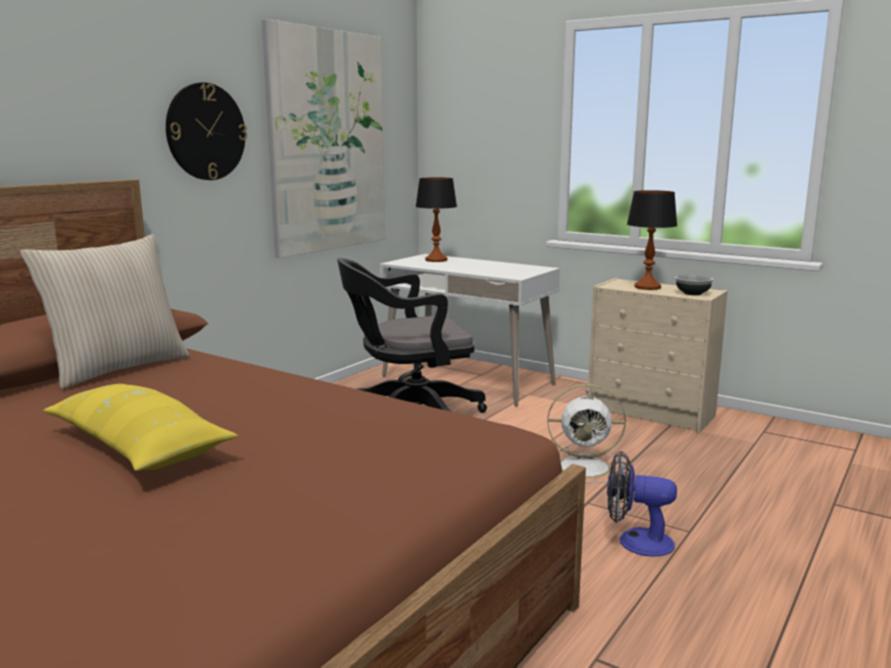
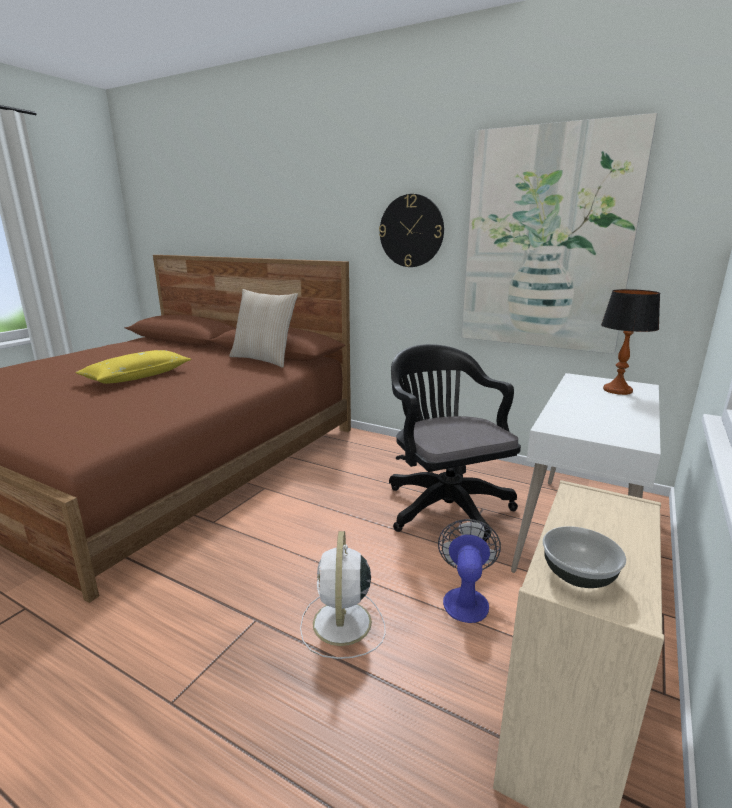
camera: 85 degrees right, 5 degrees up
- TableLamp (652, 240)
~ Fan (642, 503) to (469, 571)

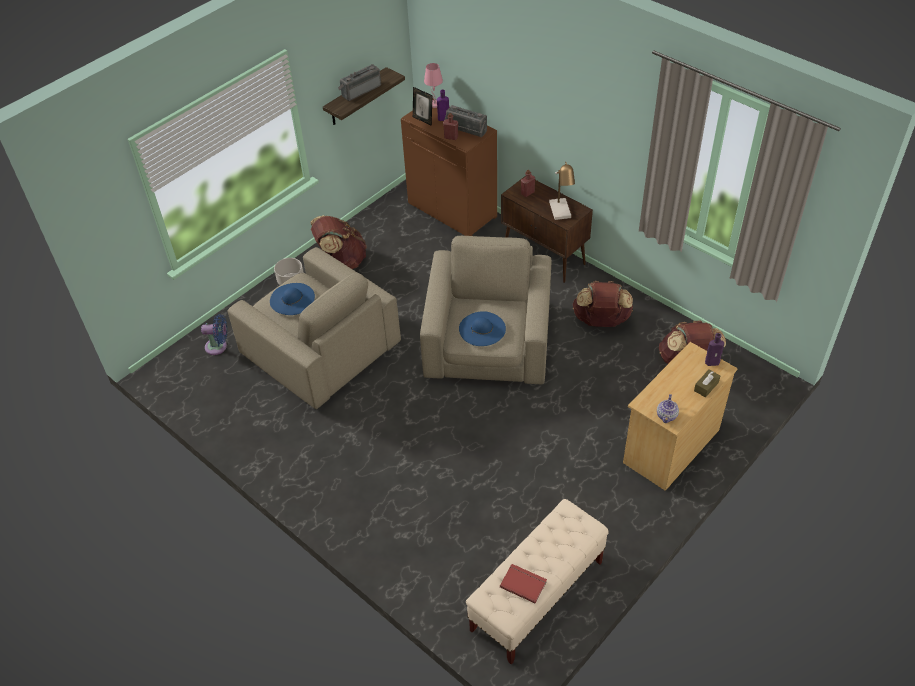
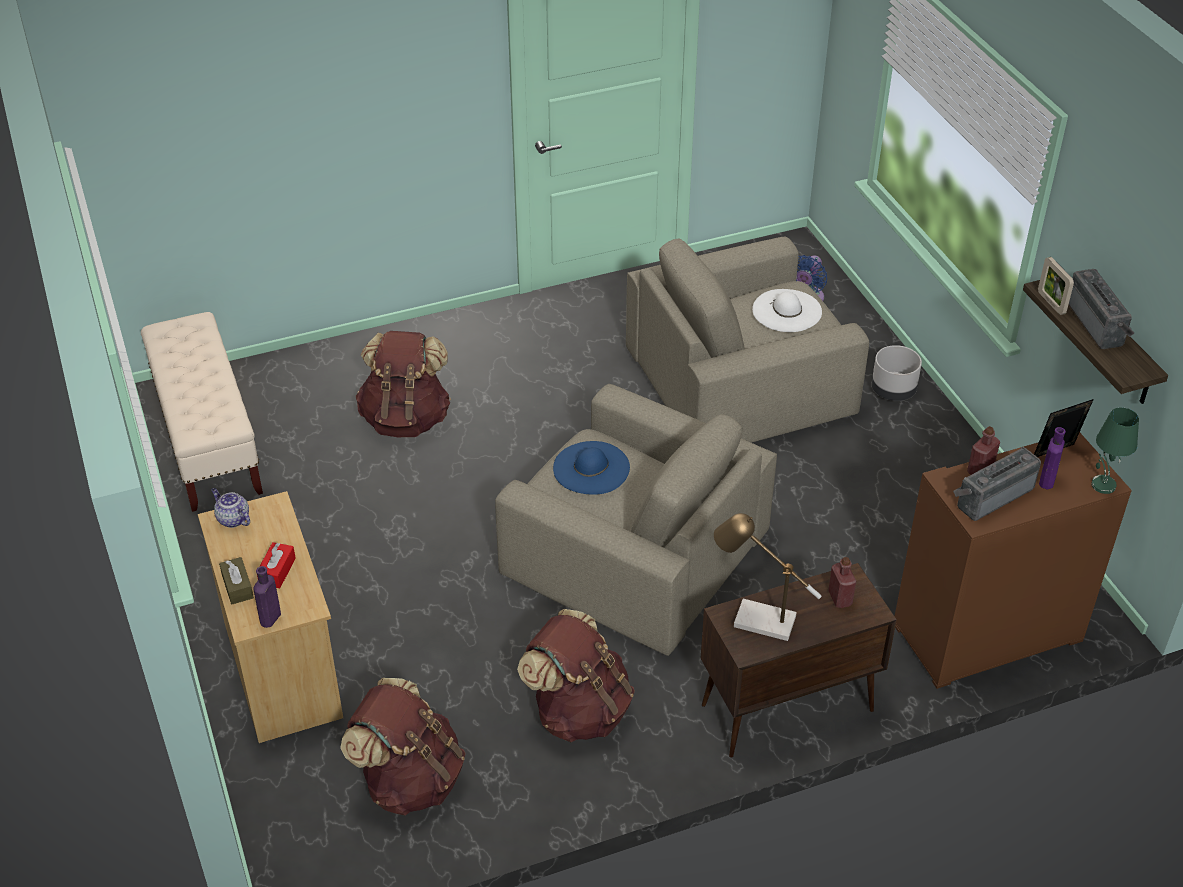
camera: 115 degrees right, 5 degrees down
- RedBook (523, 583)
+ RedTissueBox (276, 565)
+ PictureFrame (1056, 286)
~ BrownBackpack (338, 242) to (403, 384)
~ BlueHat (292, 299) to WhiteHat (787, 310)
~ PinkTableLamp (433, 85) to GreenTableLamp (1115, 450)

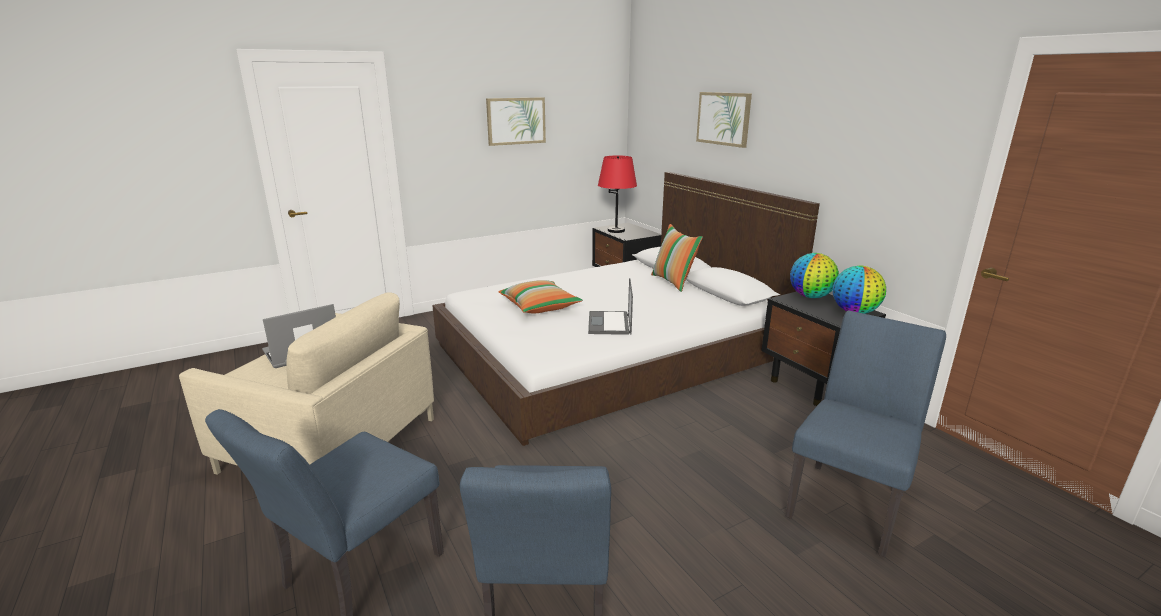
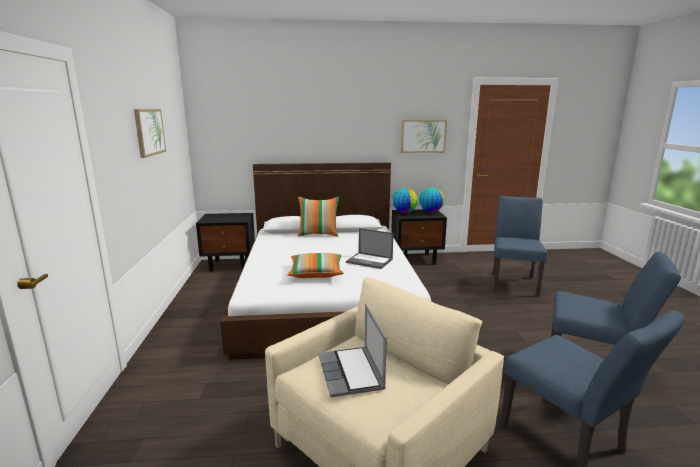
camera: 65 degrees left, 5 degrees down
- RedTableLamp (617, 194)
~ Picture (724, 120) to (424, 136)
~ BlueChair (865, 434) = (520, 246) 45 degrees clockwise

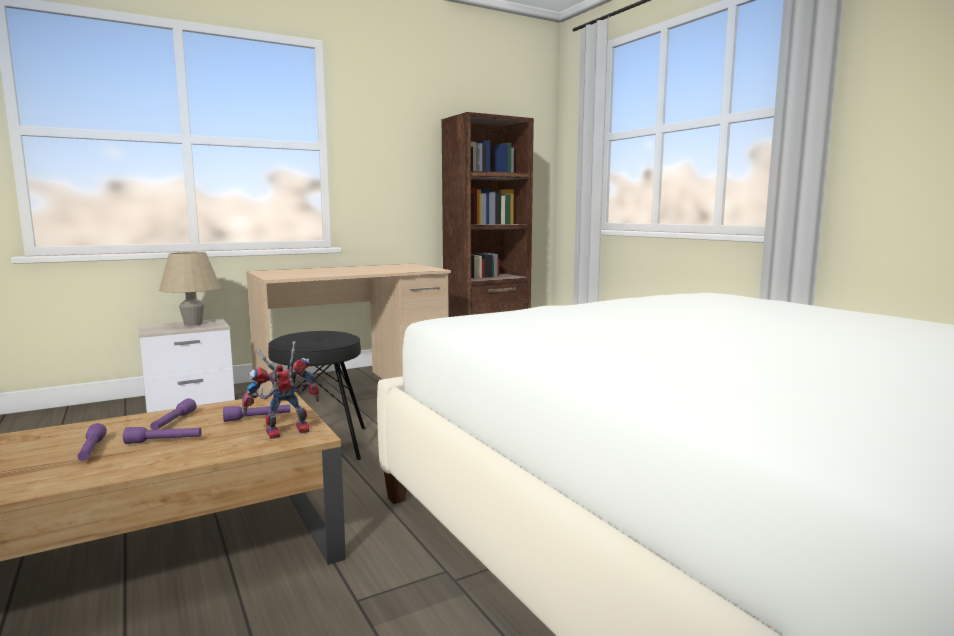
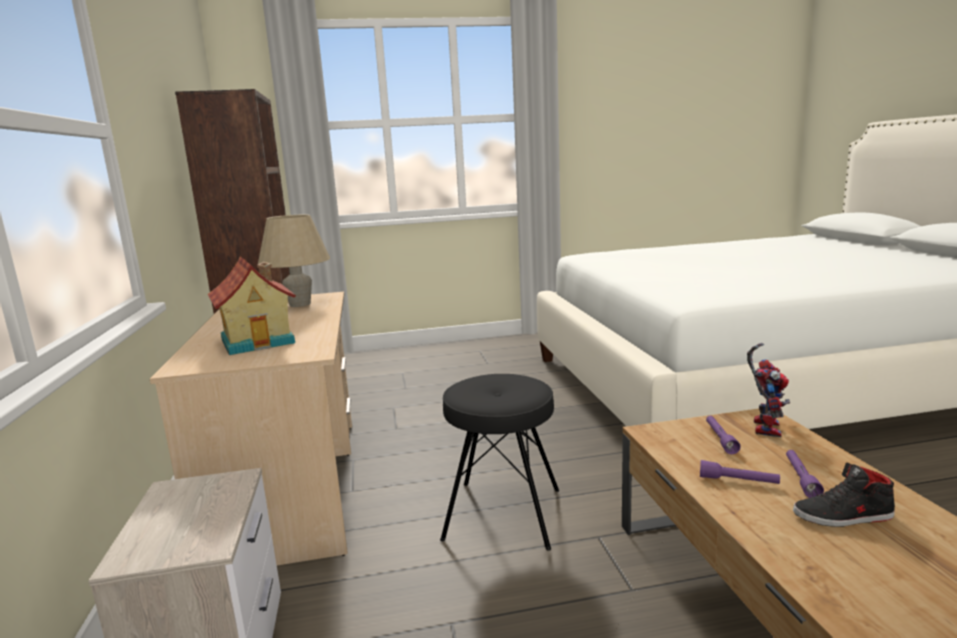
camera: 70 degrees left, 5 degrees up
+ ToyHouse (252, 305)
~ BeigeTableLamp (190, 289) to (294, 260)
~ PurpleFlashlight (92, 442) to BlackShoe (844, 494)
~ ToyRobot (280, 390) = (768, 390) 150 degrees counterclockwise

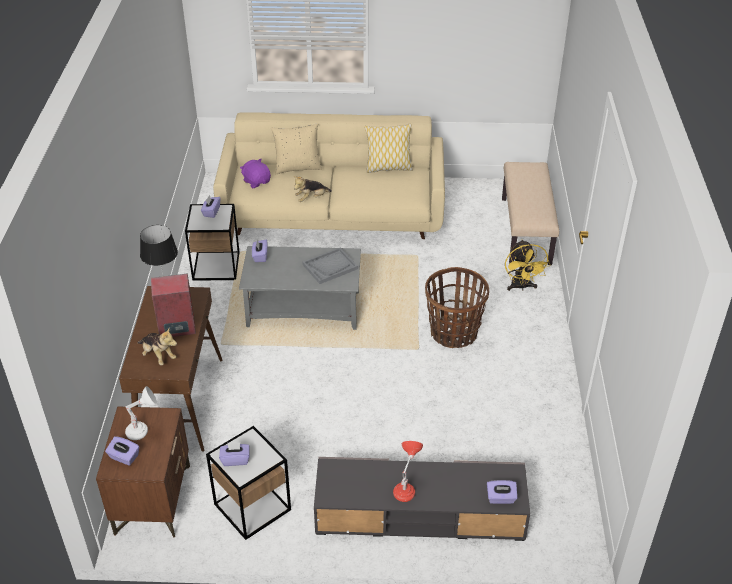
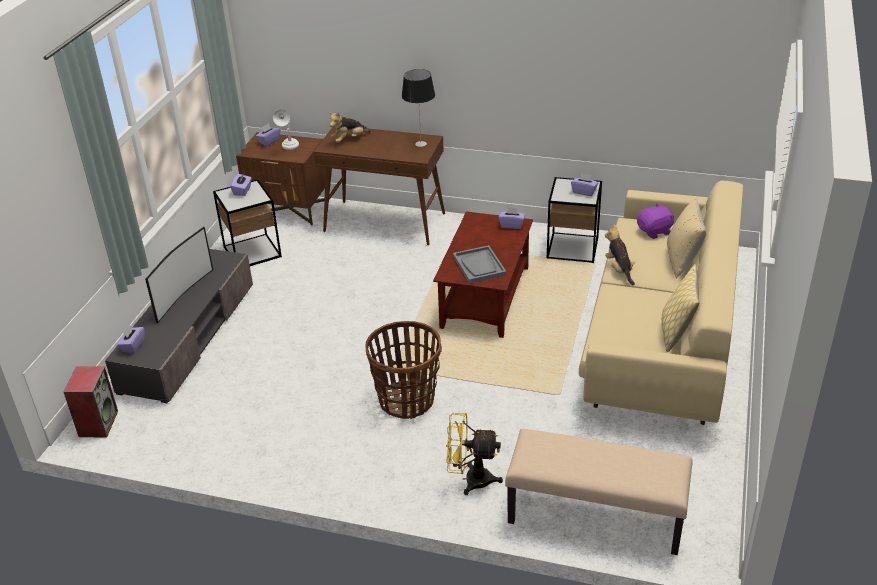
camera: 105 degrees right, 5 degrees down
~ Speaker (173, 305) to (91, 401)
~ RedTableLamp (408, 471) to Television (179, 275)
~ GreyCoffeeTable (300, 288) to BrownCoffeeTable (483, 275)

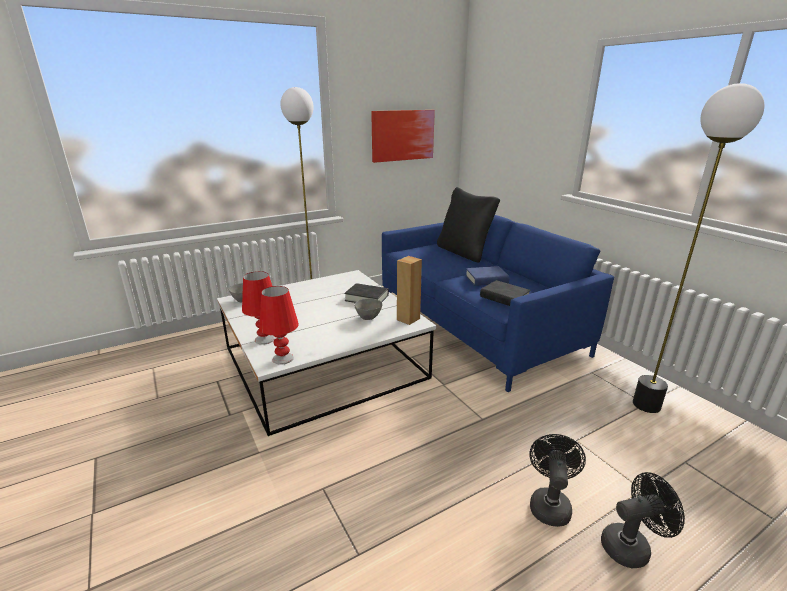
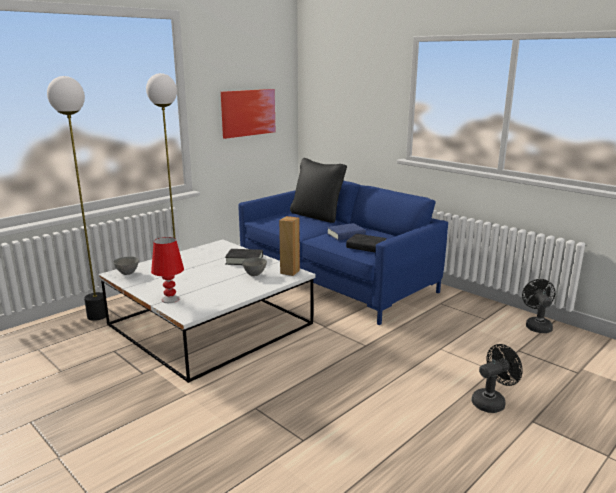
camera: 15 degrees left, 5 degrees down
- RedTableLamp (279, 325)
~ BlackFan (557, 480) to (539, 306)
~ FloorLamp (698, 248) to (76, 198)

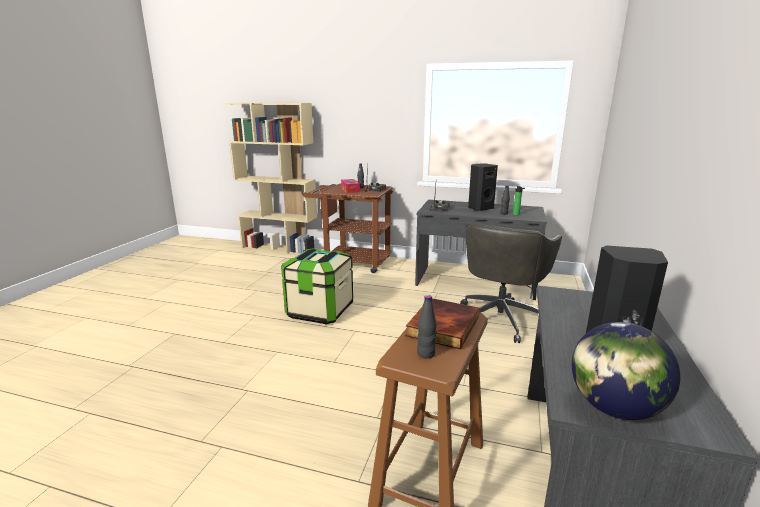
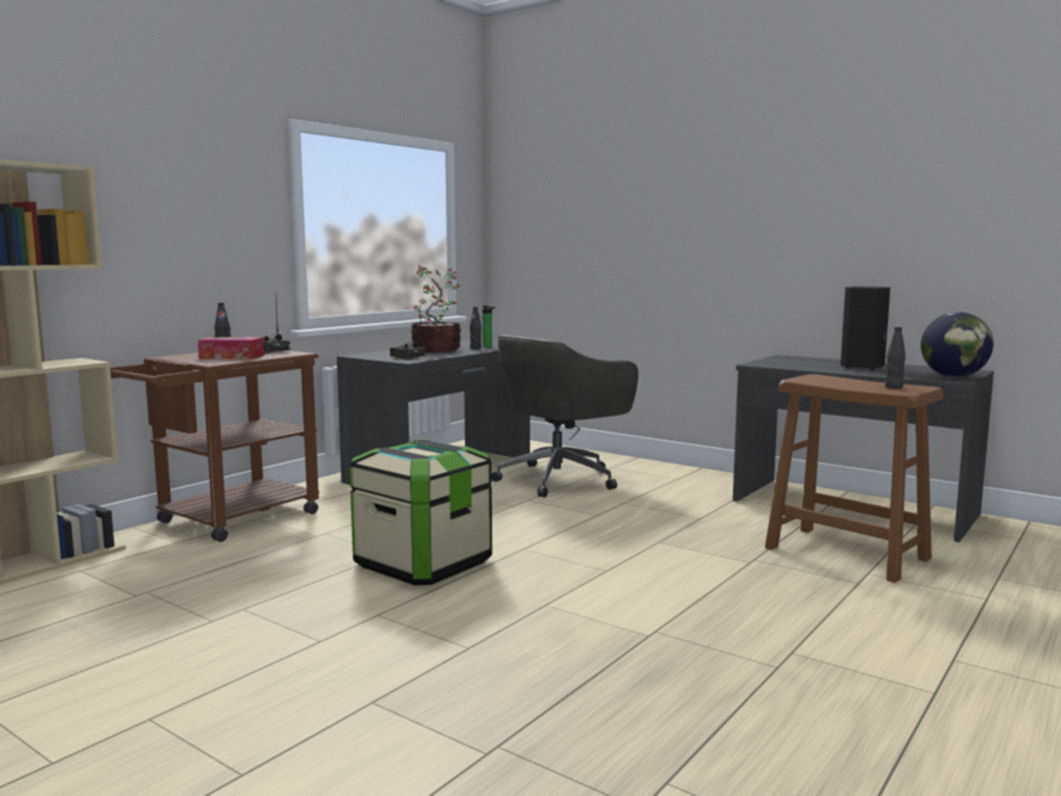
camera: 70 degrees left, 10 degrees down
- Book (442, 324)
~ BlackSpeaker (483, 187) to PottedPlant (436, 308)
~ GreyOfficeChair (511, 282) = (565, 416) 90 degrees clockwise

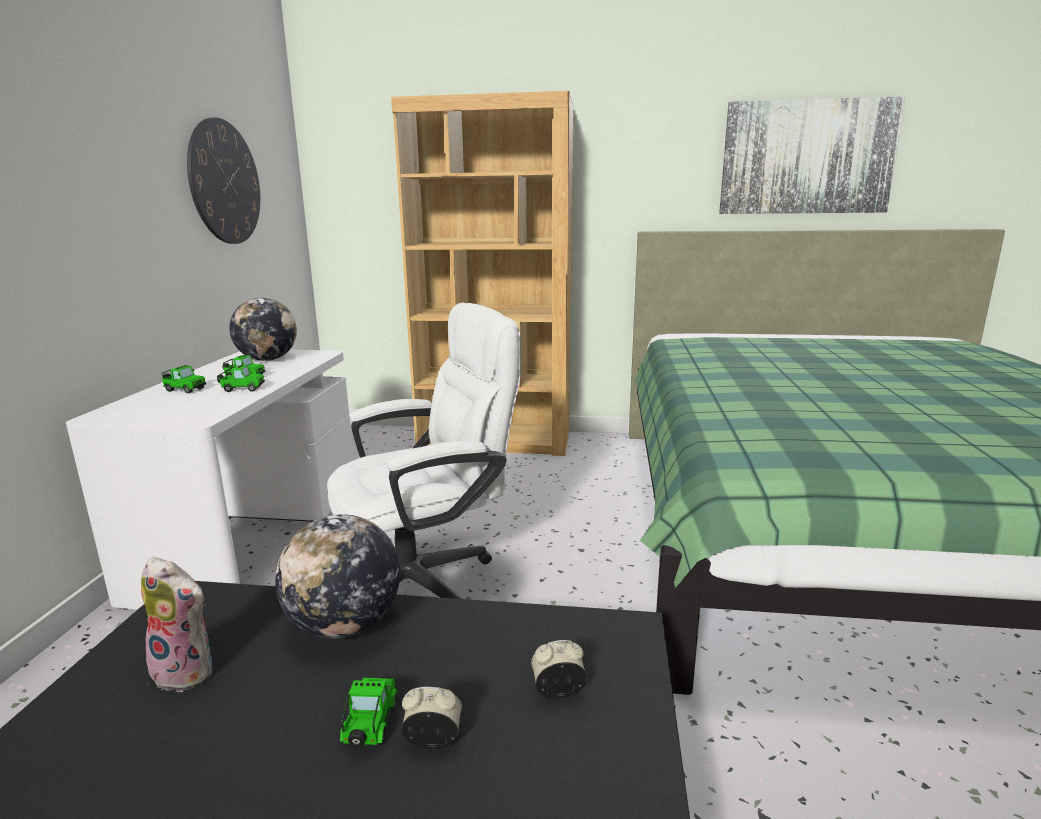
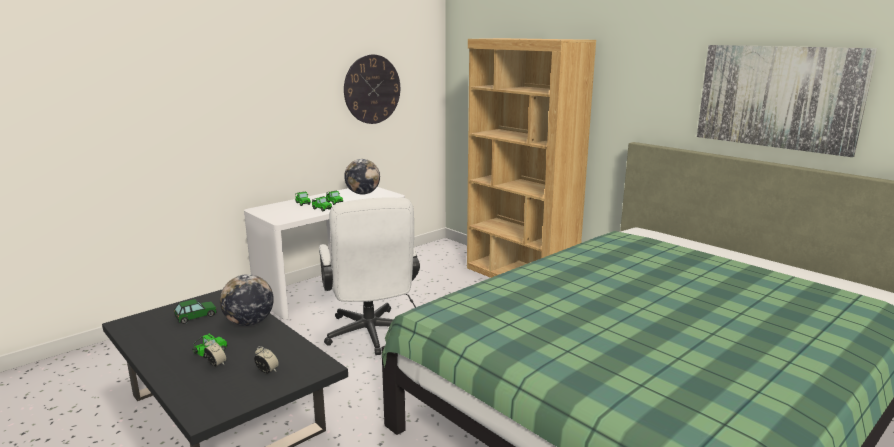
camera: 40 degrees right, 0 degrees up
~ PlushToy (176, 625) to ToyCar (195, 311)
~ WhiteOfficeChair (424, 451) = (369, 276) 60 degrees clockwise

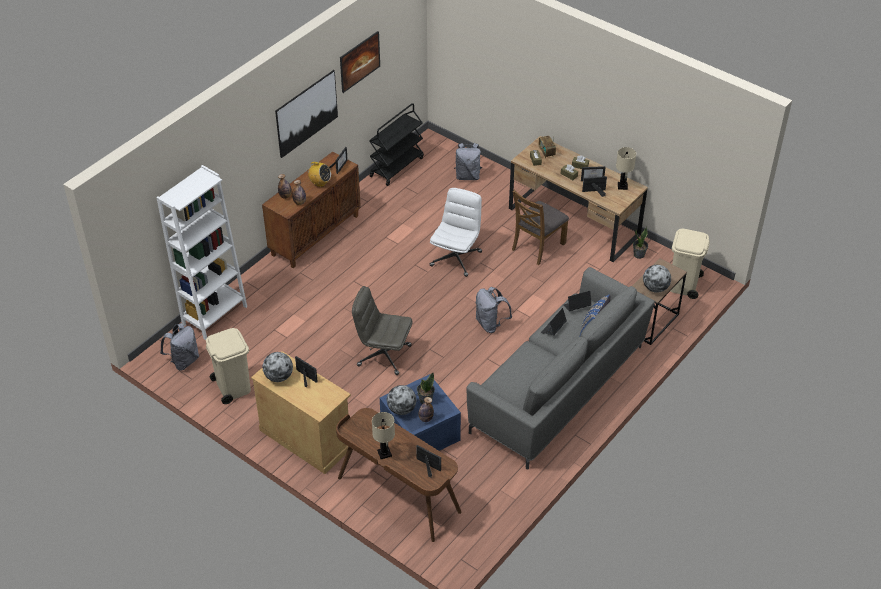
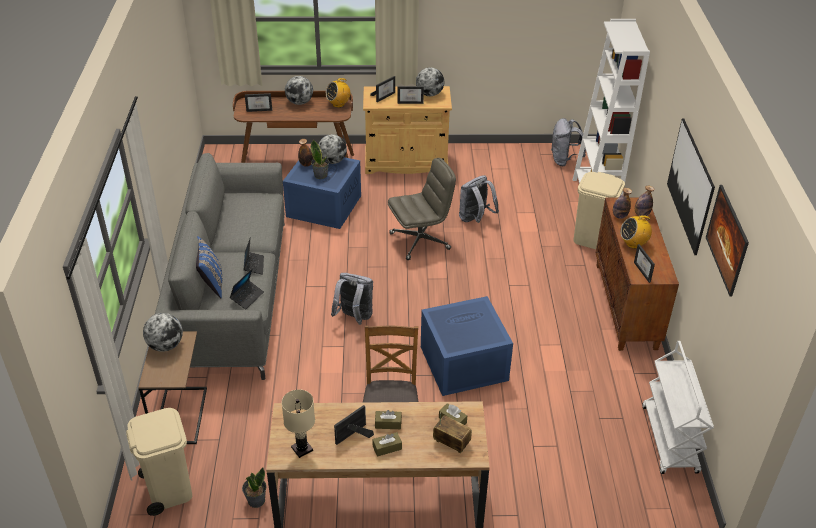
camera: 140 degrees right, 5 degrees down
+ Radio (338, 93)
~ BeigeTrashCan (228, 366) to (599, 210)
~ GreyBackpack (468, 161) to (479, 199)
~ PictureFrame (594, 186) to (382, 89)
~ BeigeTableLamp (383, 435) to Globe (299, 90)
~ WhiteOfficeChair (456, 232) to BlueStorageBox (467, 346)
~ BlackCart (396, 144) to WhiteCart (678, 407)

